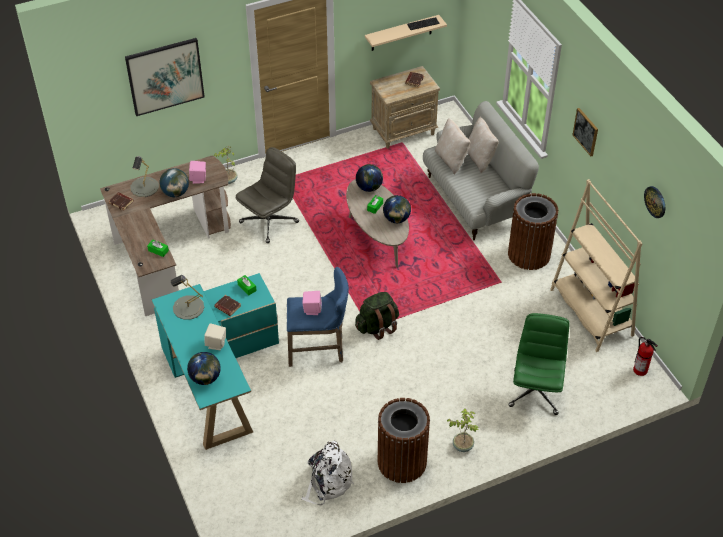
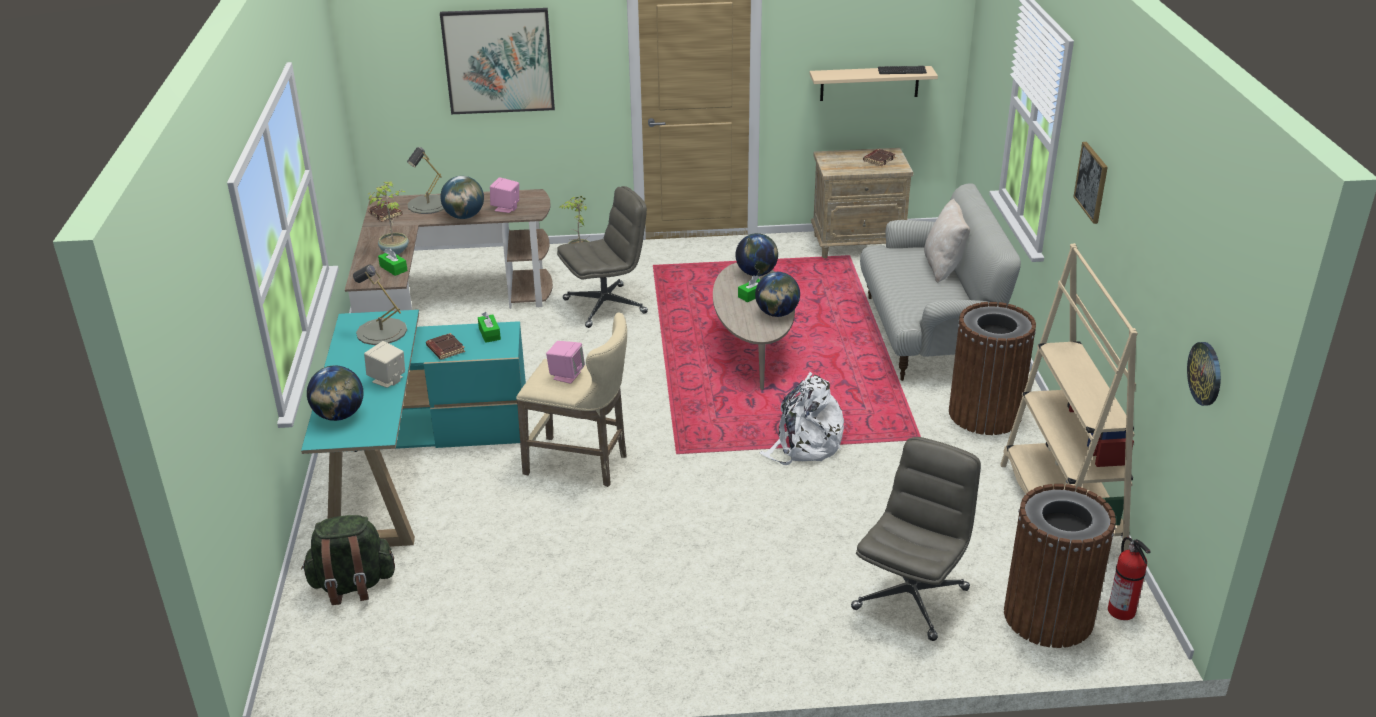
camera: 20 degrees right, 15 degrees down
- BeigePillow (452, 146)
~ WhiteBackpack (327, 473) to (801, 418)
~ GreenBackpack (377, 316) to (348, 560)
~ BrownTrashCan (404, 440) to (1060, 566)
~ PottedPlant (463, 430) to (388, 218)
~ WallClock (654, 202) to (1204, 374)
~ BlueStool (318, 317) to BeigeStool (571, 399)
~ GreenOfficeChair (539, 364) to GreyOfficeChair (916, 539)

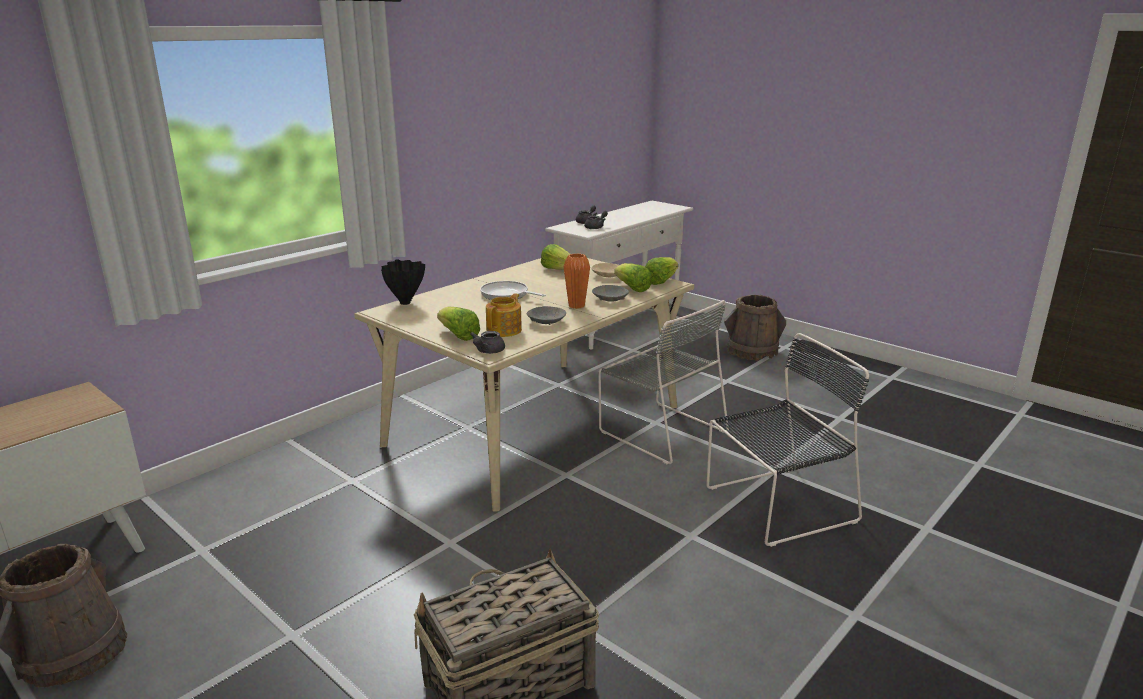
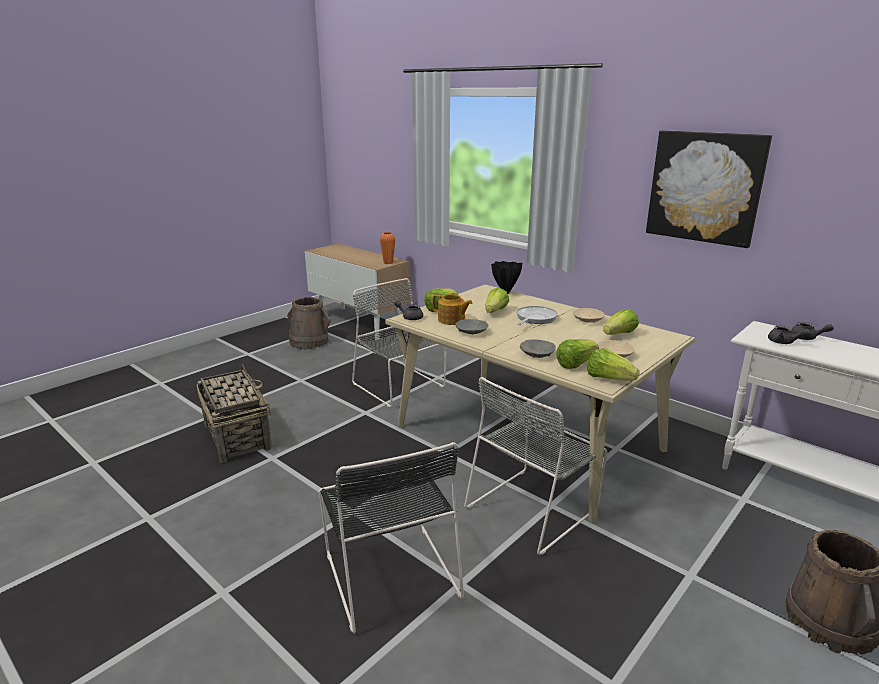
camera: 90 degrees right, 0 degrees up
+ GreyChair (399, 342)
+ Lettuce (497, 300)
+ BeigeBowl (589, 315)
+ Picture (709, 189)
~ OrangeVase (577, 281) to (387, 248)

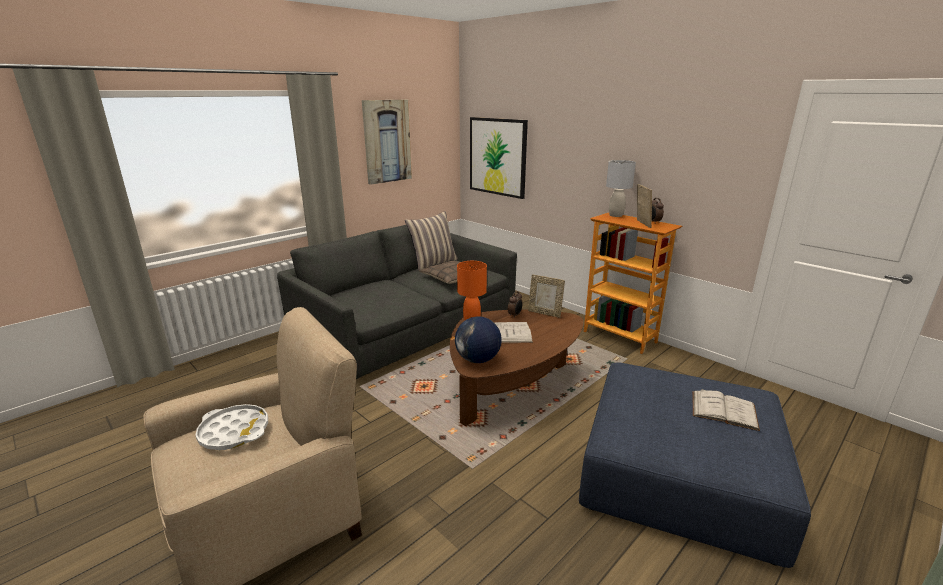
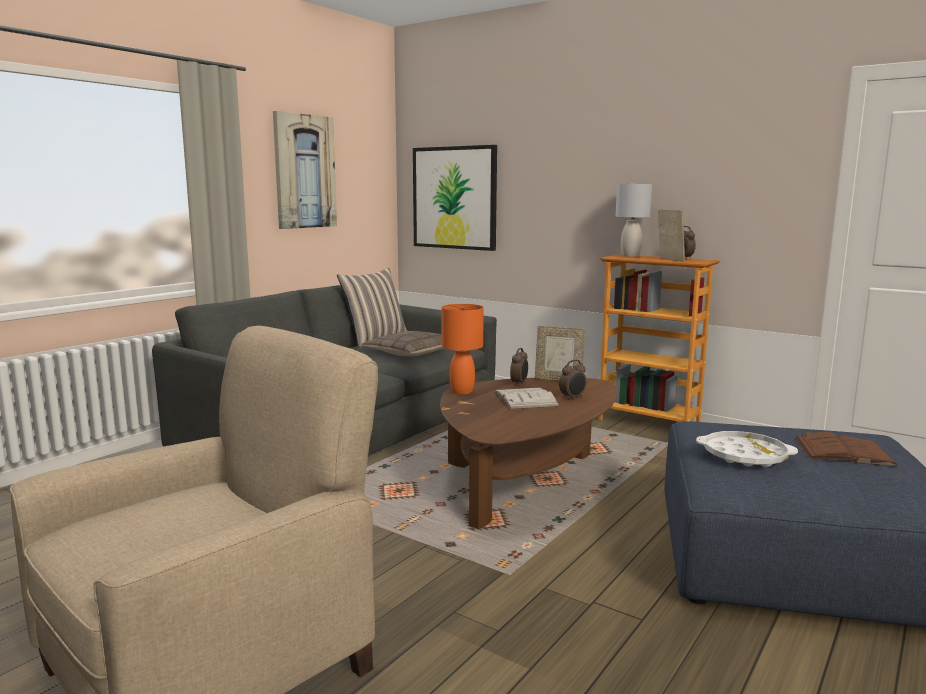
camera: 10 degrees left, 10 degrees down
- Globe (478, 339)
+ AlarmClock (572, 380)
~ WhiteTray (231, 427) to (747, 449)
~ WhiteBook (726, 410) to BrownBook (846, 449)

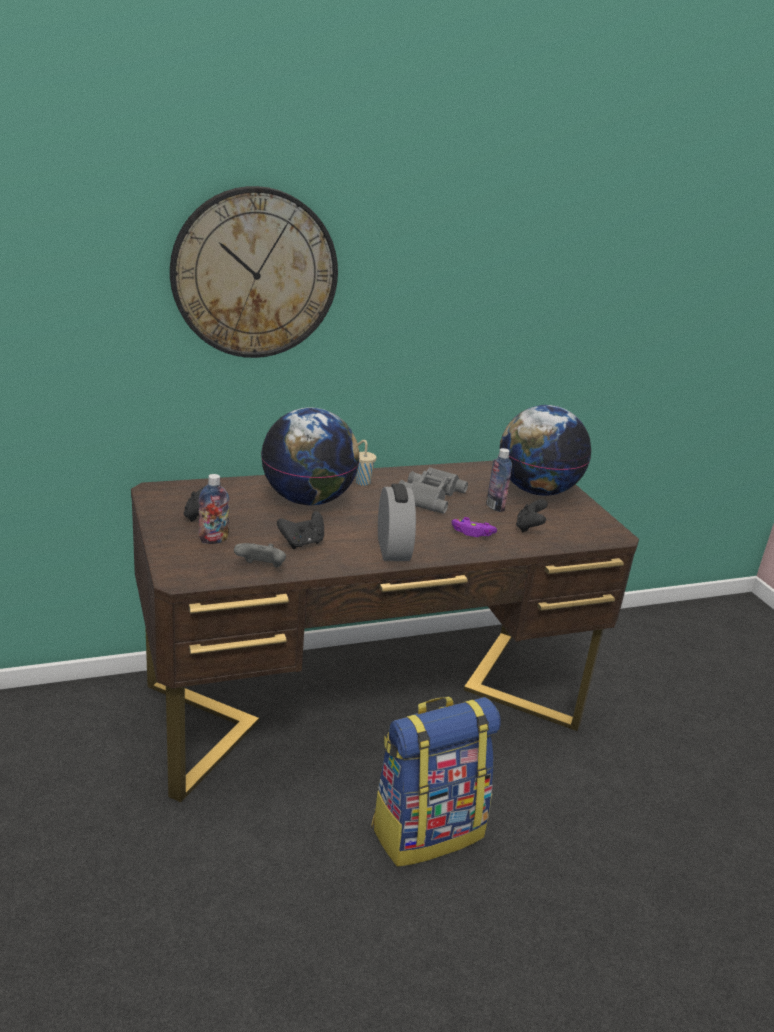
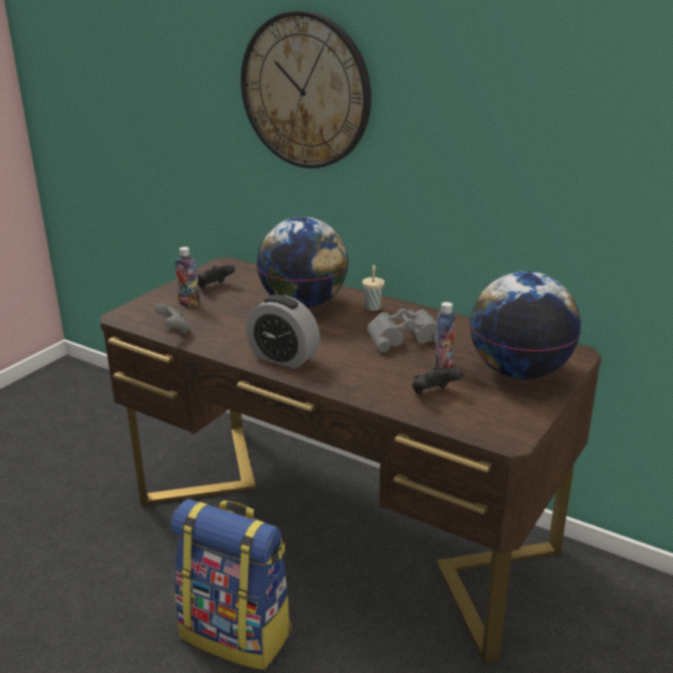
camera: 55 degrees right, 0 degrees up
- BlackGameController (300, 530)
- PurpleGameController (474, 527)
~ AlarmClock (397, 522) = (282, 332) 75 degrees clockwise

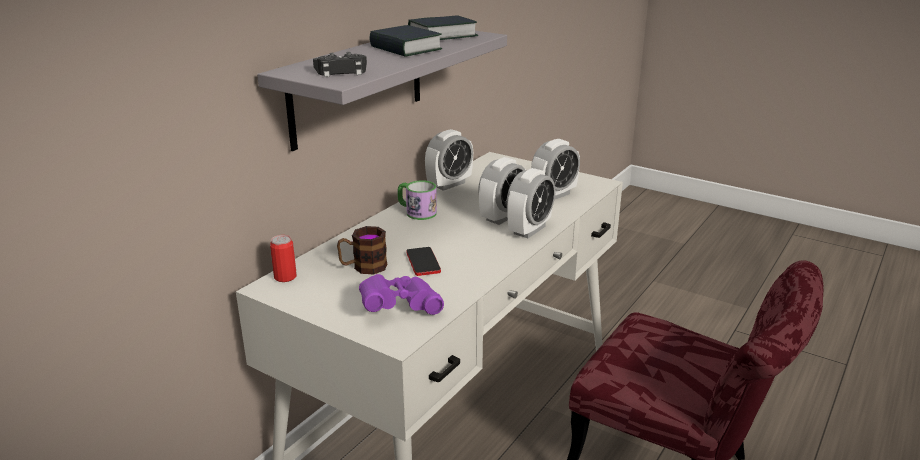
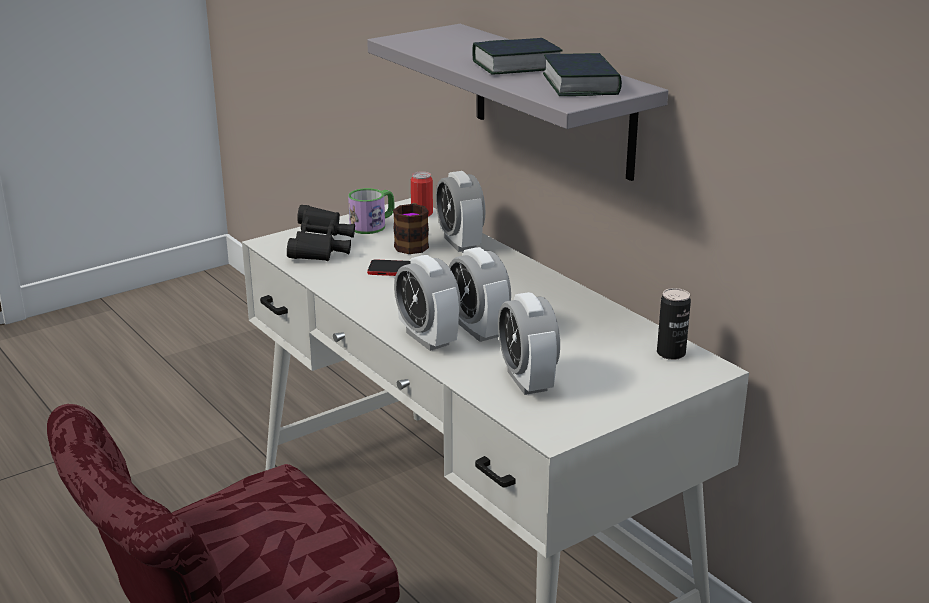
camera: 110 degrees right, 0 degrees up
- BlackGameController (340, 64)
+ Can (674, 324)
~ Mug (417, 200) to (371, 211)
~ AlarmClock (449, 160) to (460, 211)
~ PurpleBinoculars (401, 294) to BlackBinoculars (321, 233)

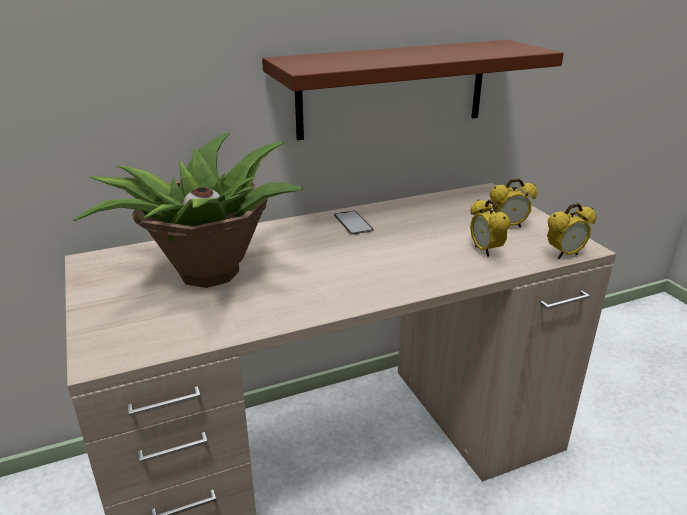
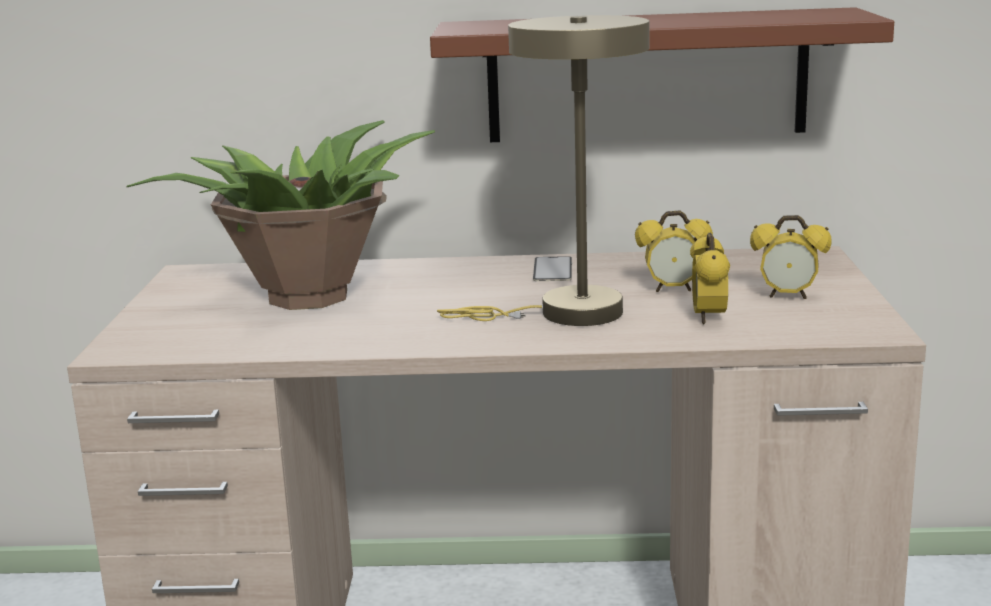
camera: 25 degrees right, 10 degrees down
+ BeigeTableLamp (543, 170)
~ AlarmClock (571, 231) to (674, 251)

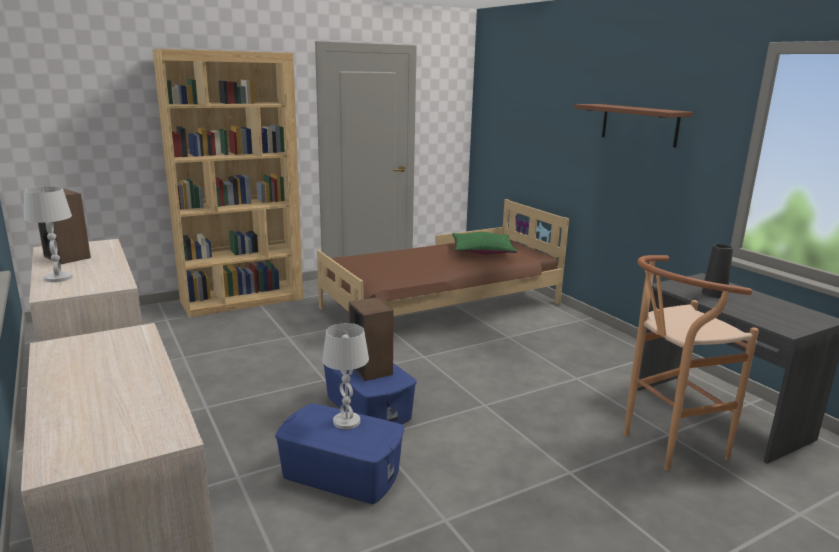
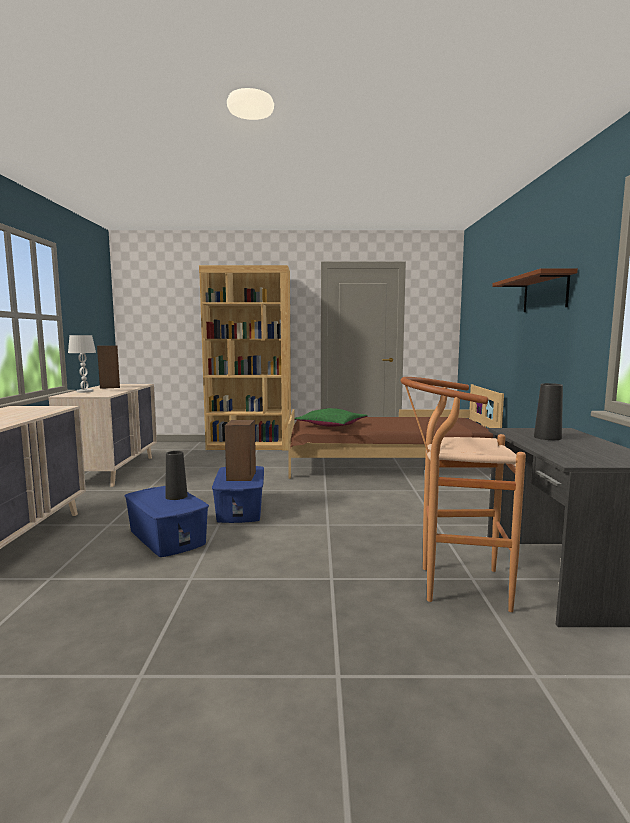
camera: 30 degrees right, 10 degrees down
~ GreenPillow (484, 243) to (331, 417)
~ WhiteTableLamp (345, 376) to BlackVase (176, 475)

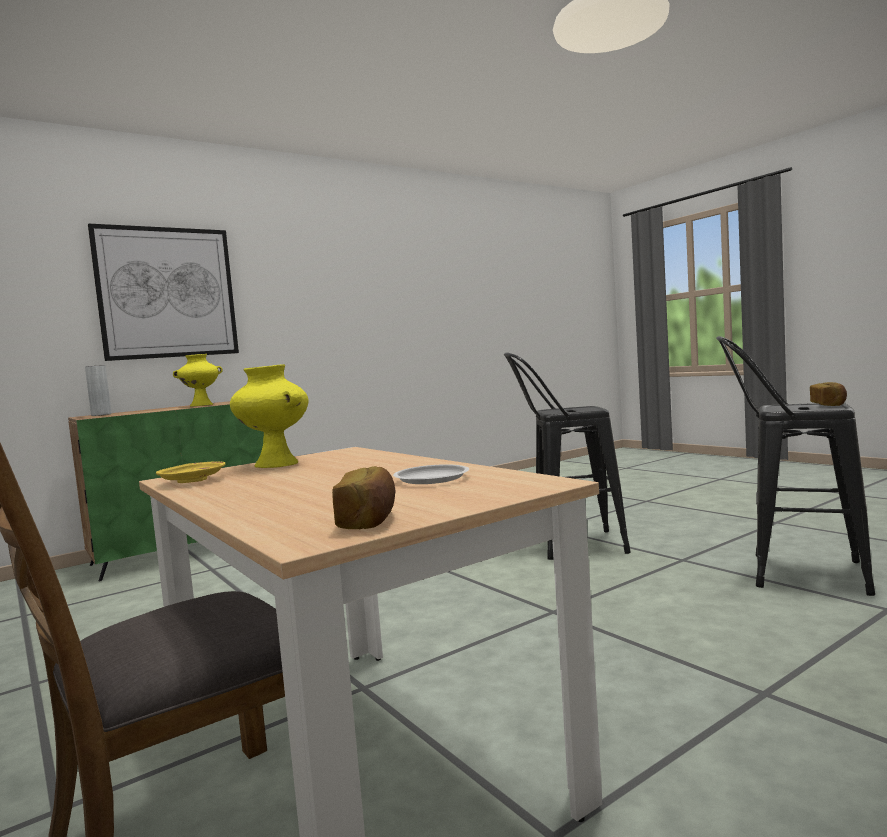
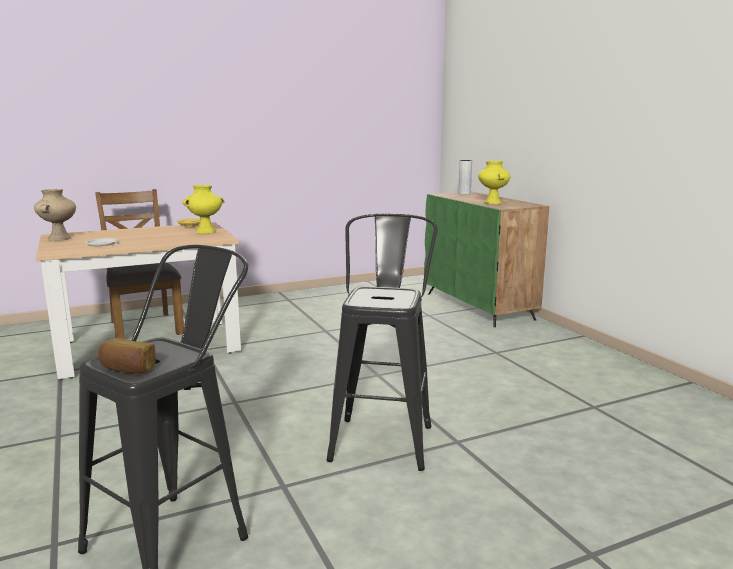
camera: 100 degrees right, 10 degrees up
- Picture (163, 292)
~ Bread (363, 497) to BeigeVase (55, 215)

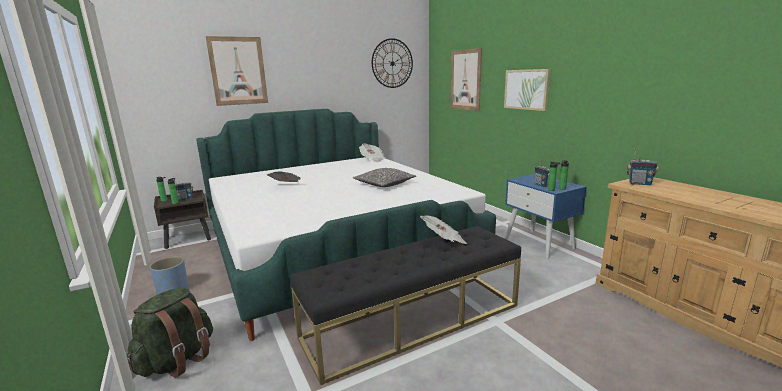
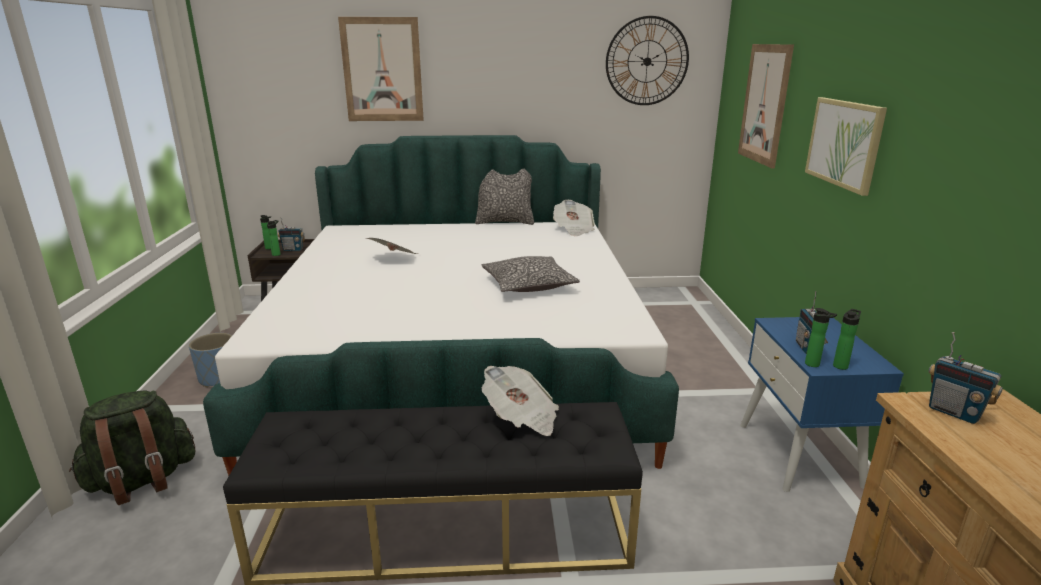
camera: 25 degrees right, 5 degrees up
+ Pillow (504, 197)

